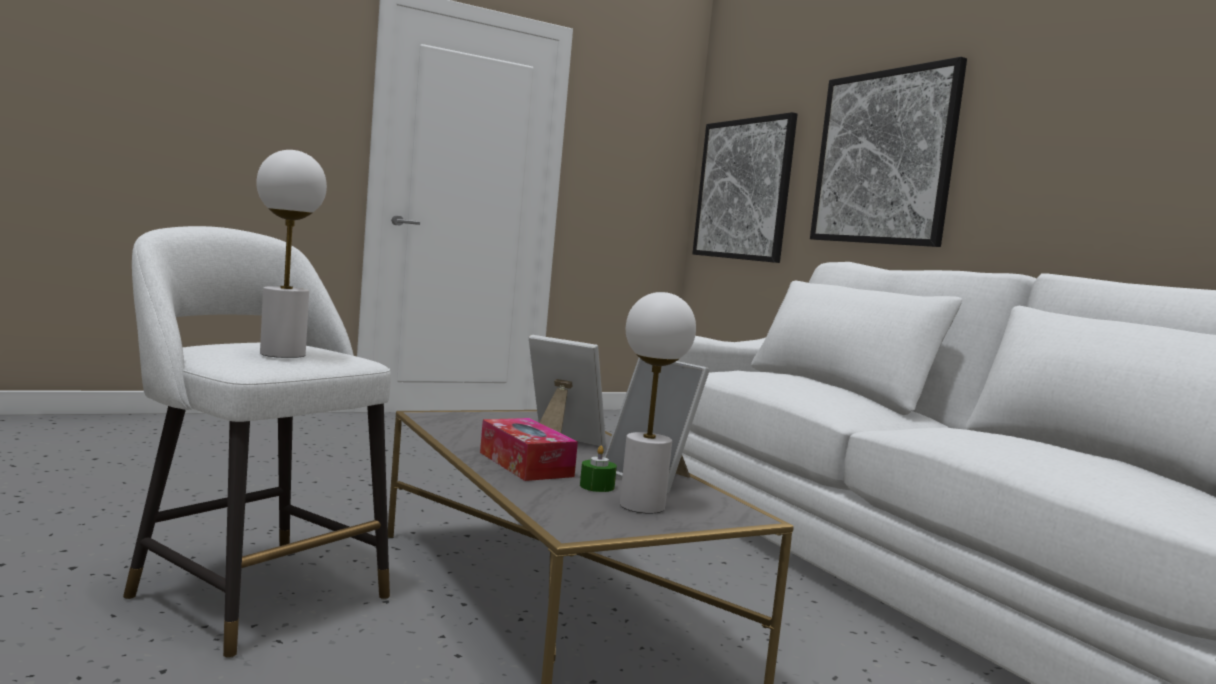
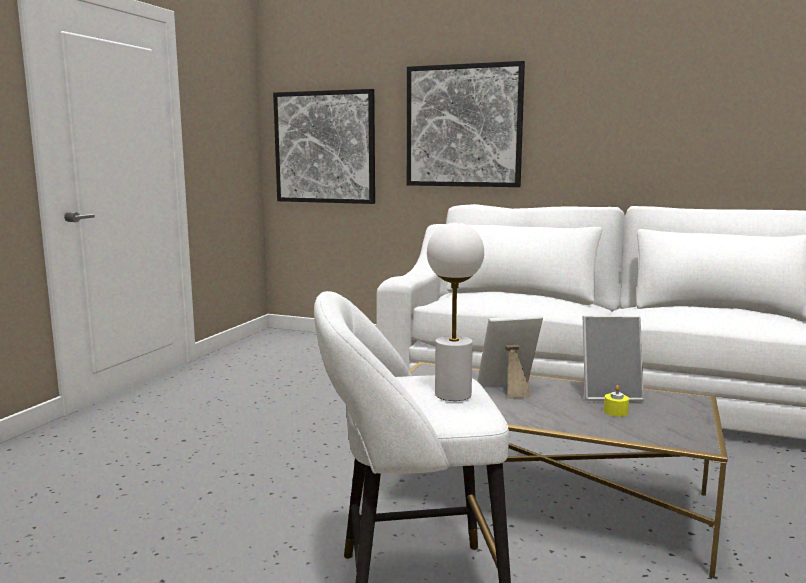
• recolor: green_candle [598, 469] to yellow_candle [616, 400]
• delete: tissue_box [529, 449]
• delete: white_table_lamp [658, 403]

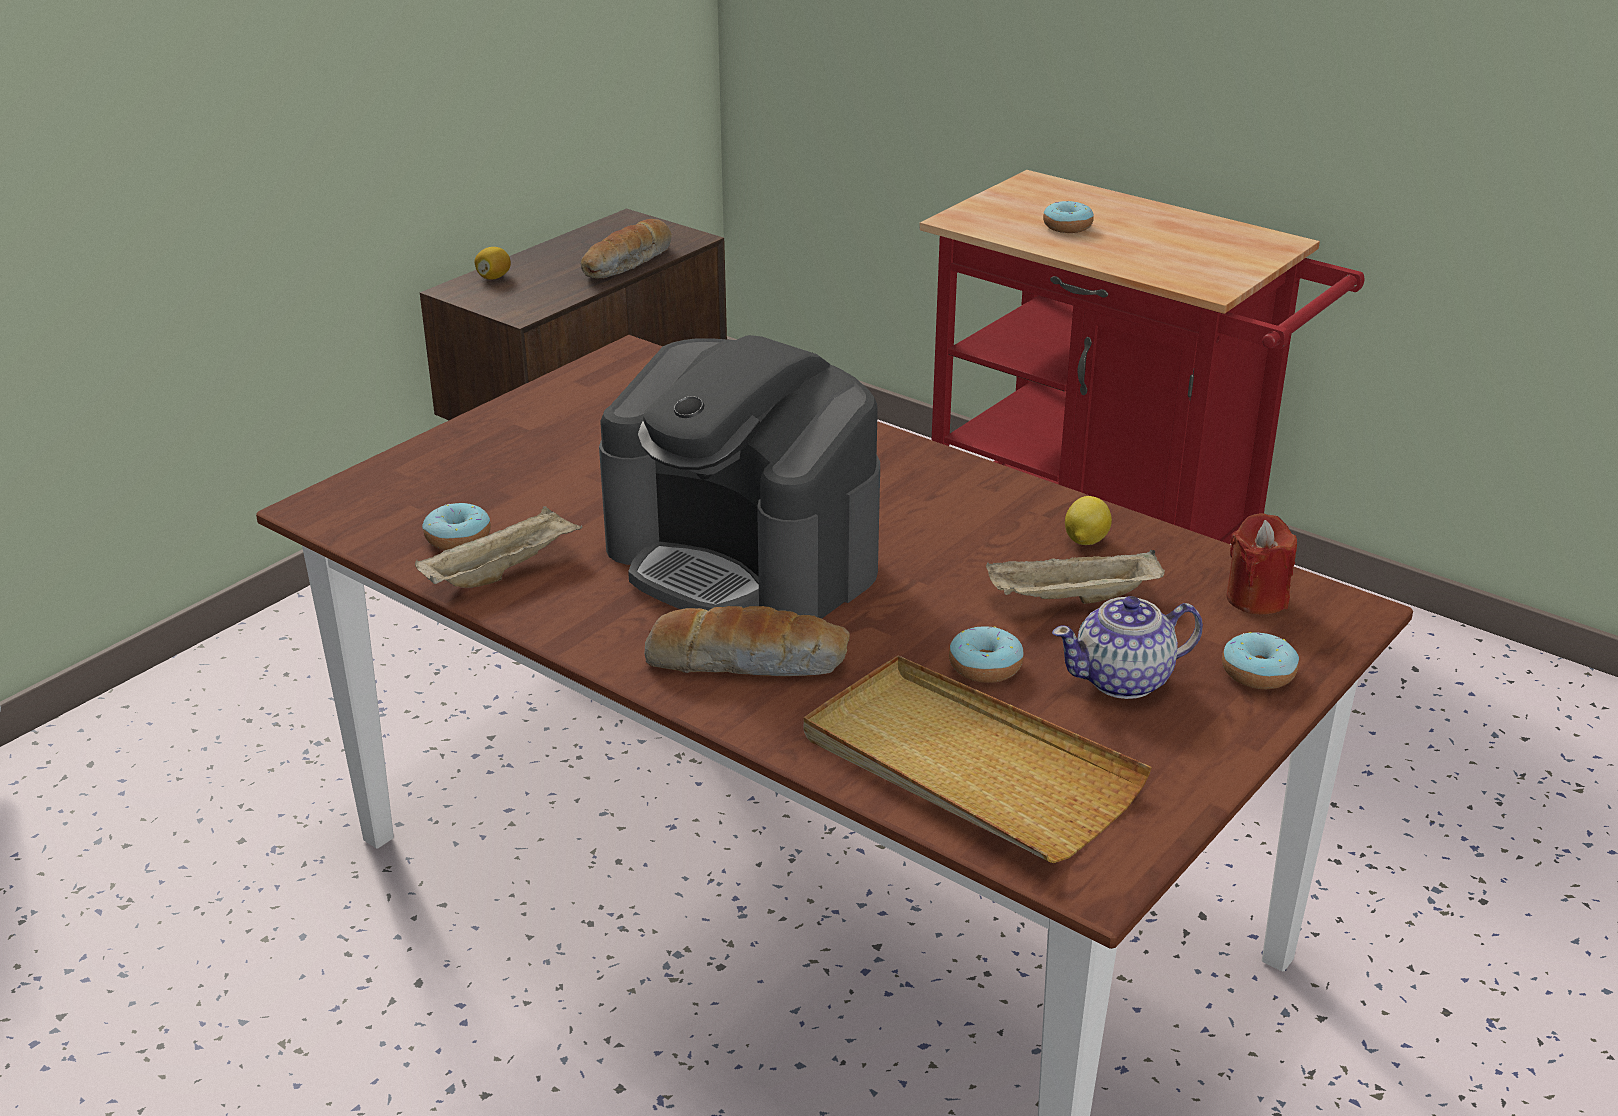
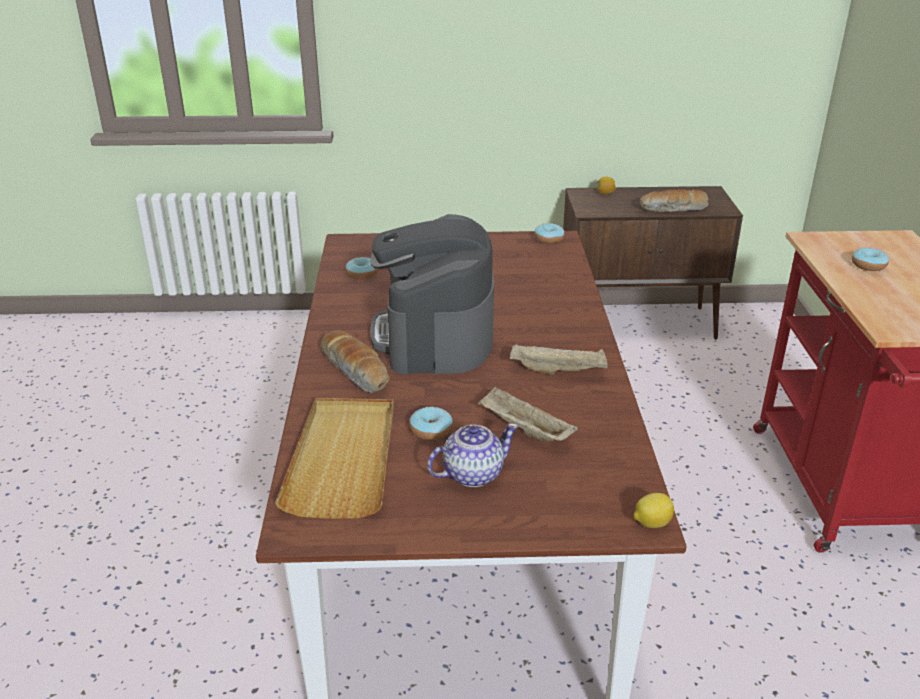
• rotate: teapot [1127, 647] = [472, 455] 120 degrees clockwise
• move: beige_tray [498, 547] to [559, 359]
• move: donut [1260, 660] to [549, 233]
• move: lemon [1088, 520] to [653, 510]
• delete: red_candle [1261, 563]

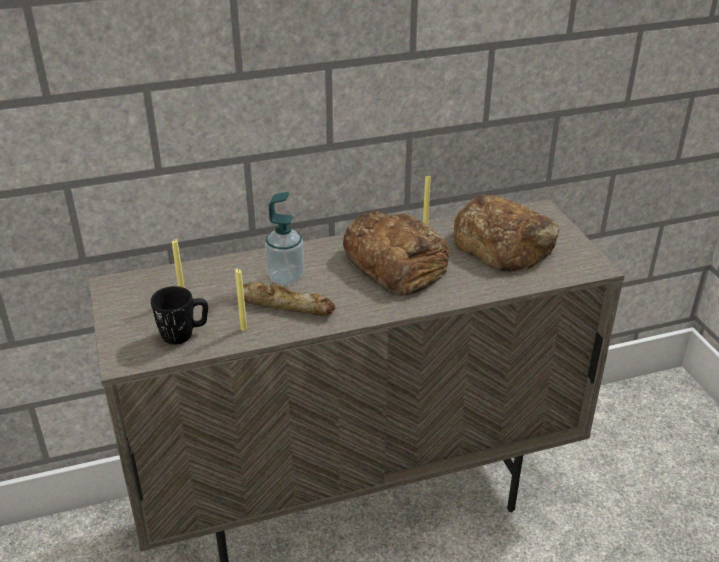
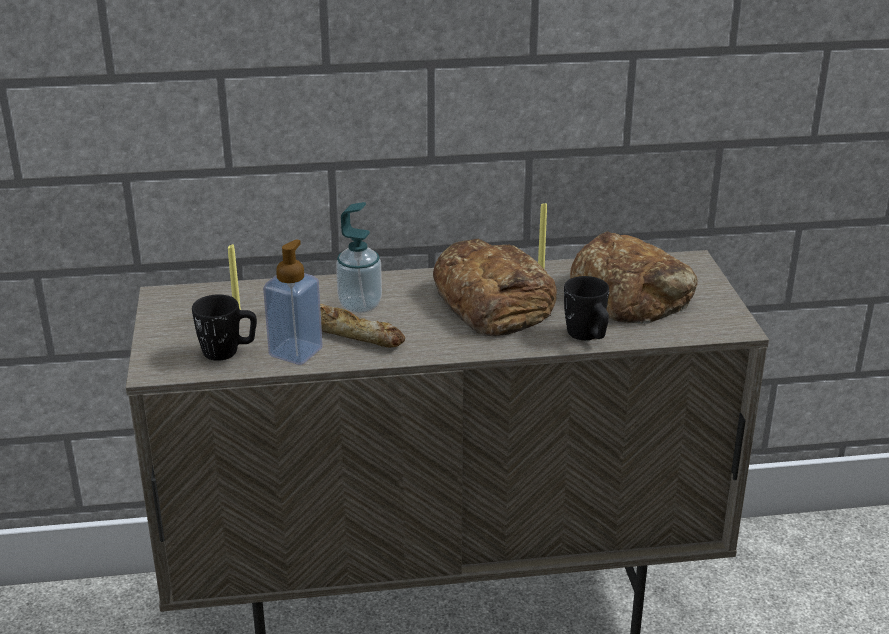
• replace: yellow_candle [241, 300] to soap_dispenser [293, 302]
• insert: black_mug [586, 308]

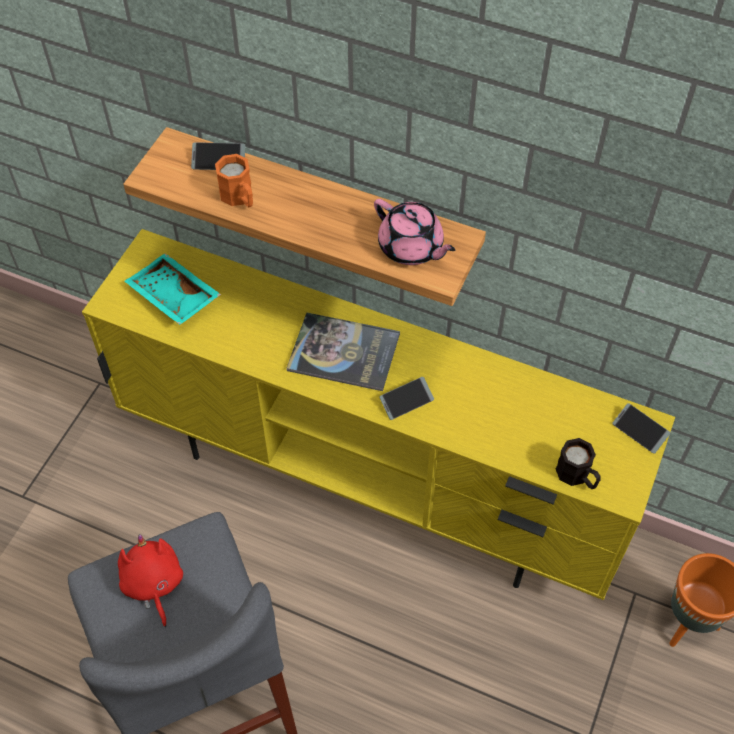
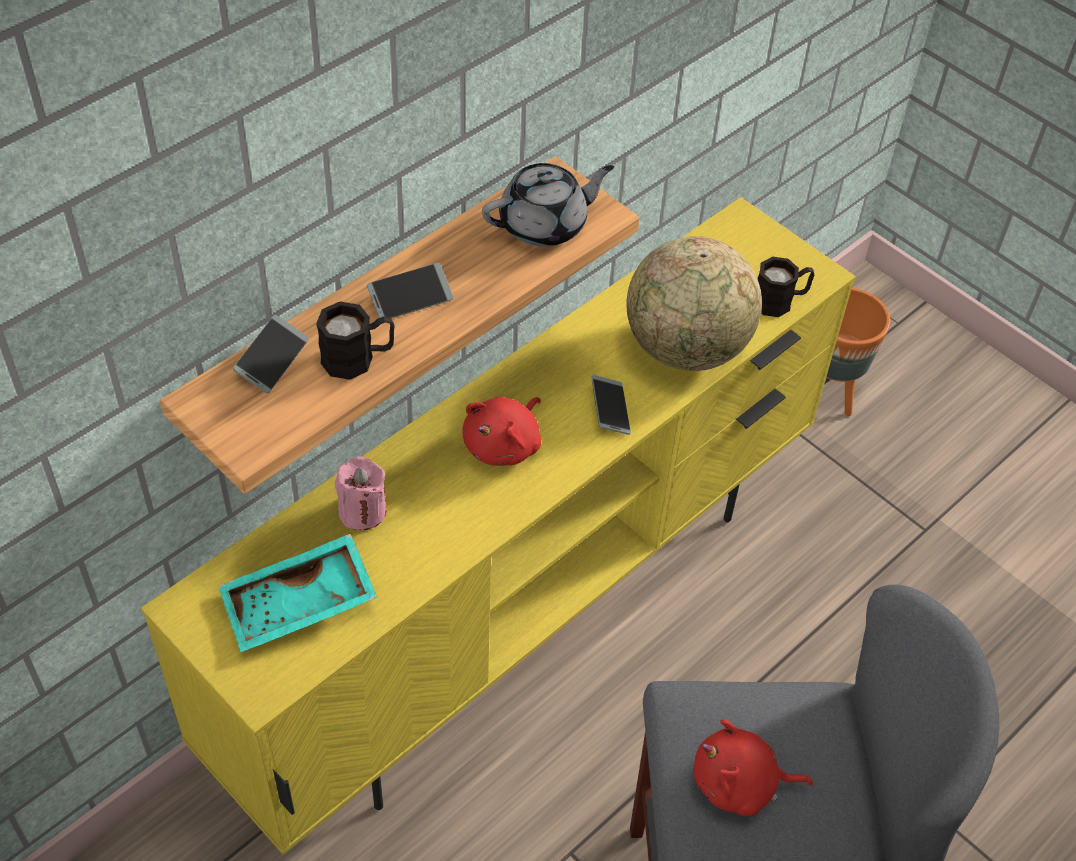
• recolor: orange_mug [234, 180] to black_mug [355, 340]
• insert: pink_candle [360, 493]
• move: phone [641, 428] to [410, 291]
• replace: book [343, 352] to red_plush_toy [501, 431]
• recolor: pink_teapot [414, 232] to grey_teapot [548, 205]
• insert: globe [694, 303]

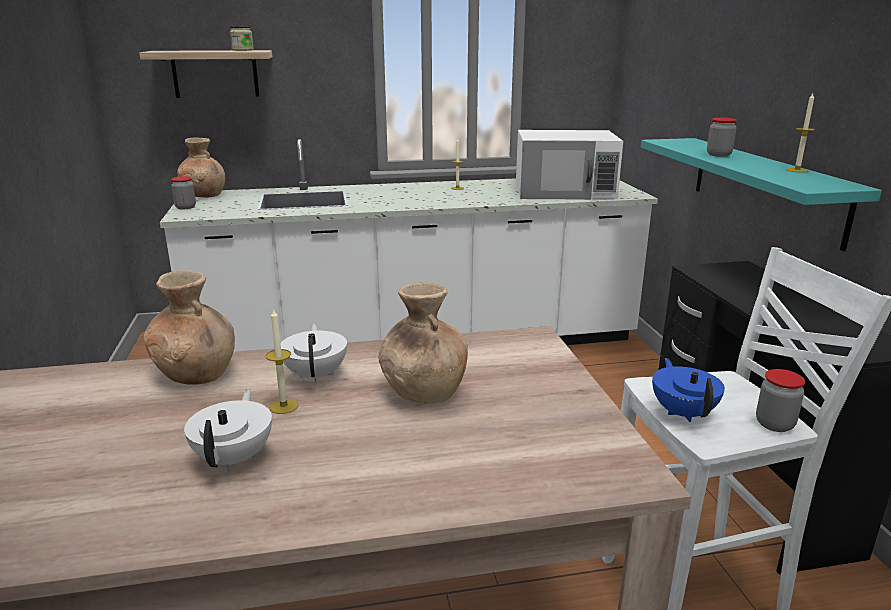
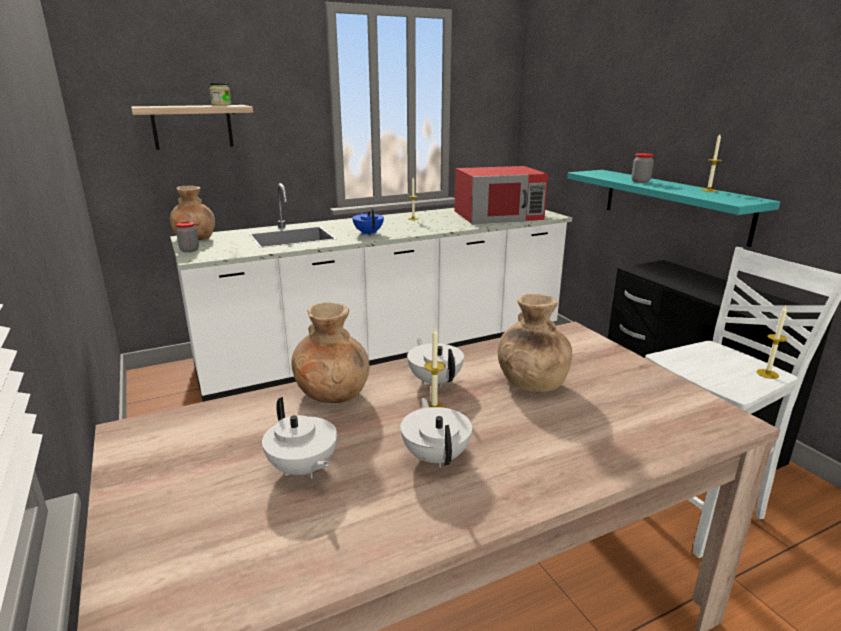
• insert: white_teapot [299, 438]
• move: blue_teapot [688, 390] to [368, 222]
• recolor: white_microwave [569, 165] to red_microwave [501, 195]
• replace: jar [780, 400] to candle [771, 342]

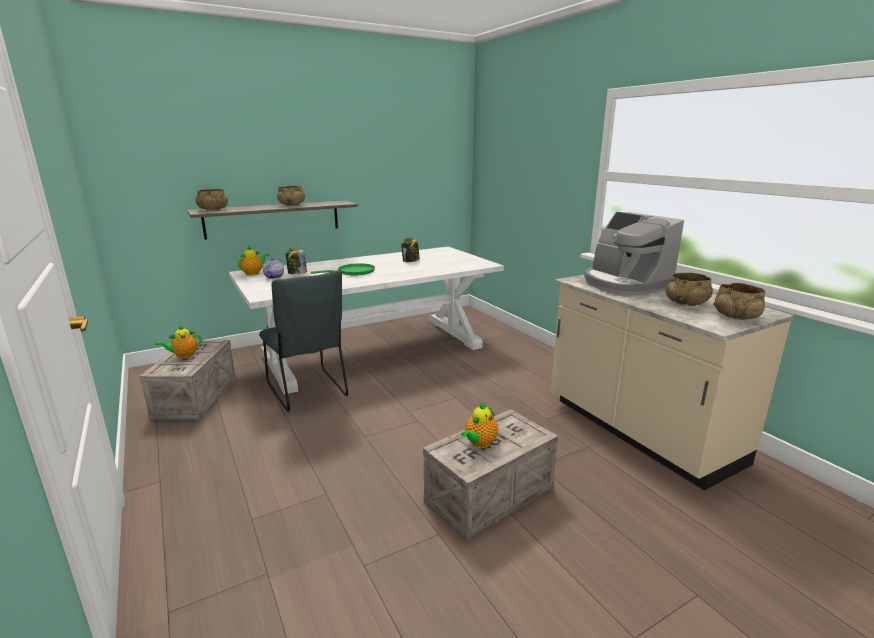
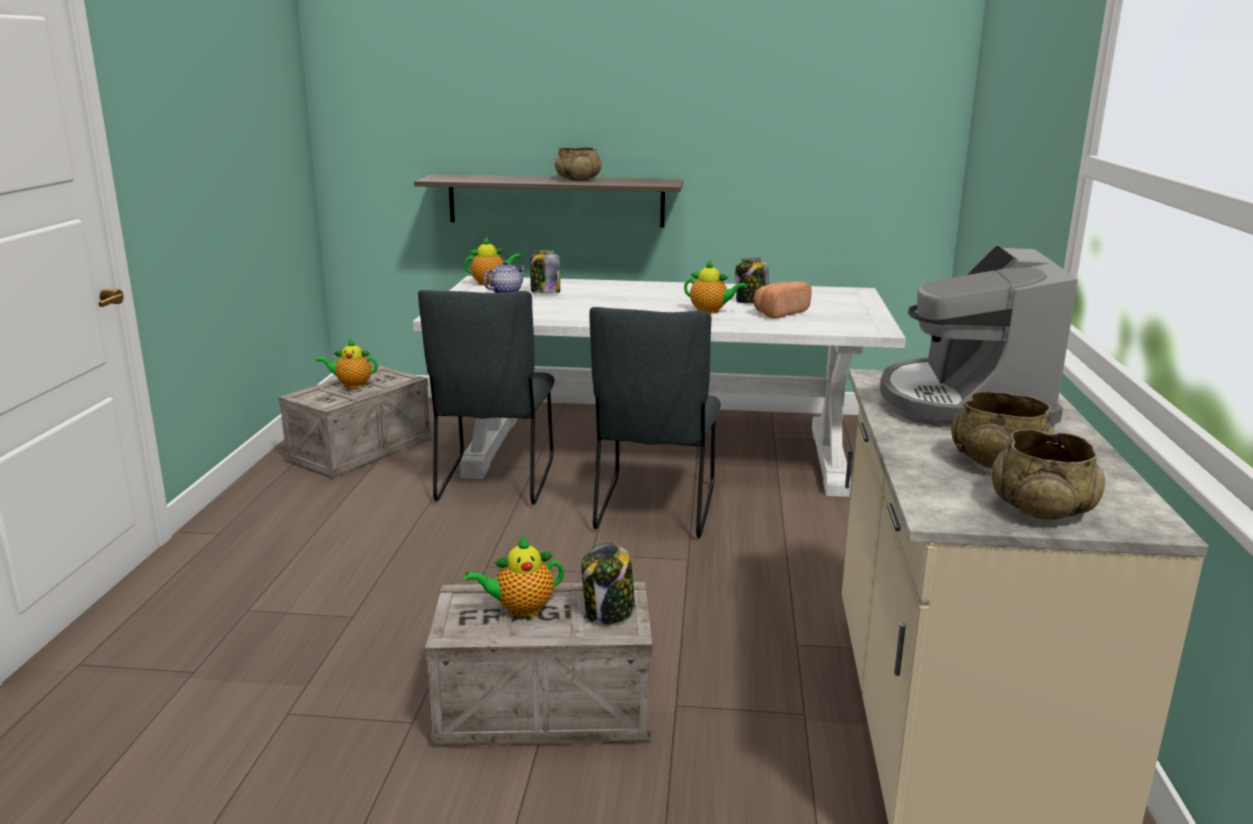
• insert: jar [608, 584]
• insert: grey_chair [655, 422]
• insert: teapot [715, 287]
• insert: bread [783, 299]
• delete: beige_bowl [211, 200]
• delete: green_frying_pan [343, 269]

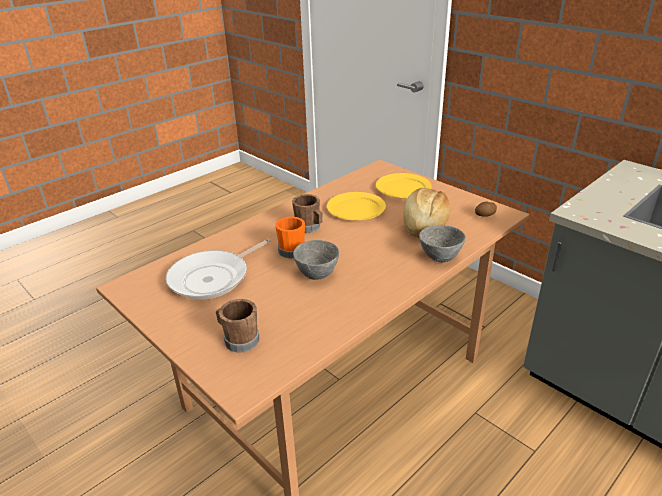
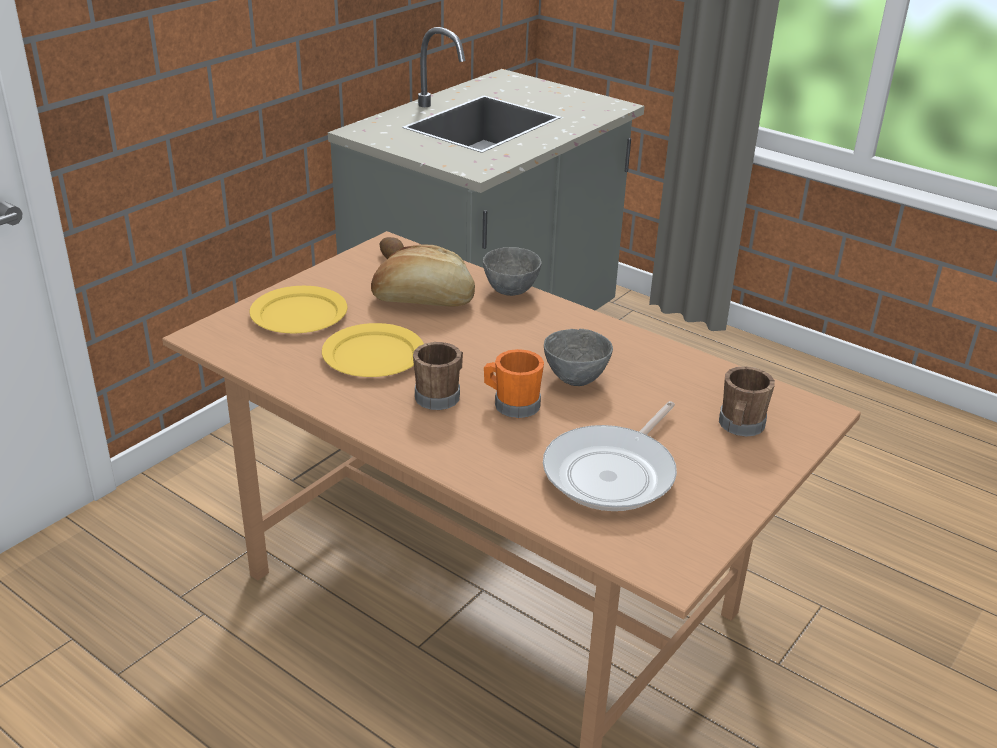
• rotate: frying_pan [218, 269] = [610, 456] 90 degrees clockwise

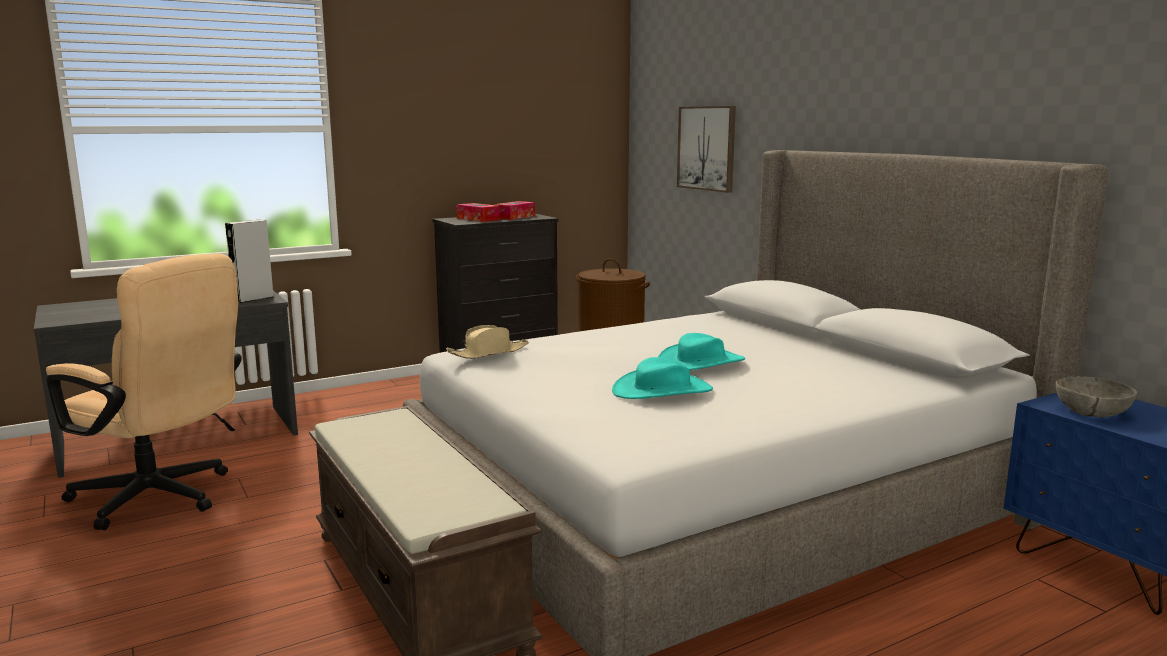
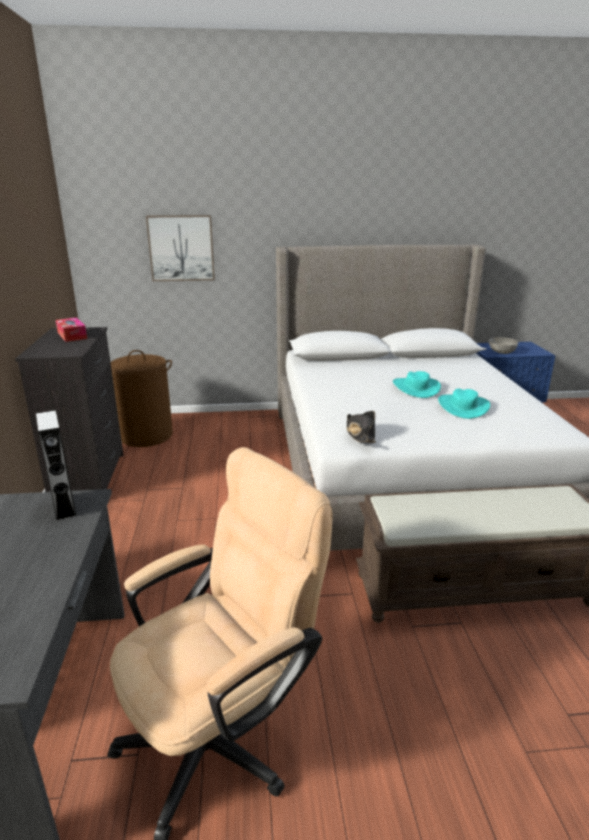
• recolor: beige_hat [487, 342] to black_hat [361, 427]
• delete: tissue_box [478, 212]

